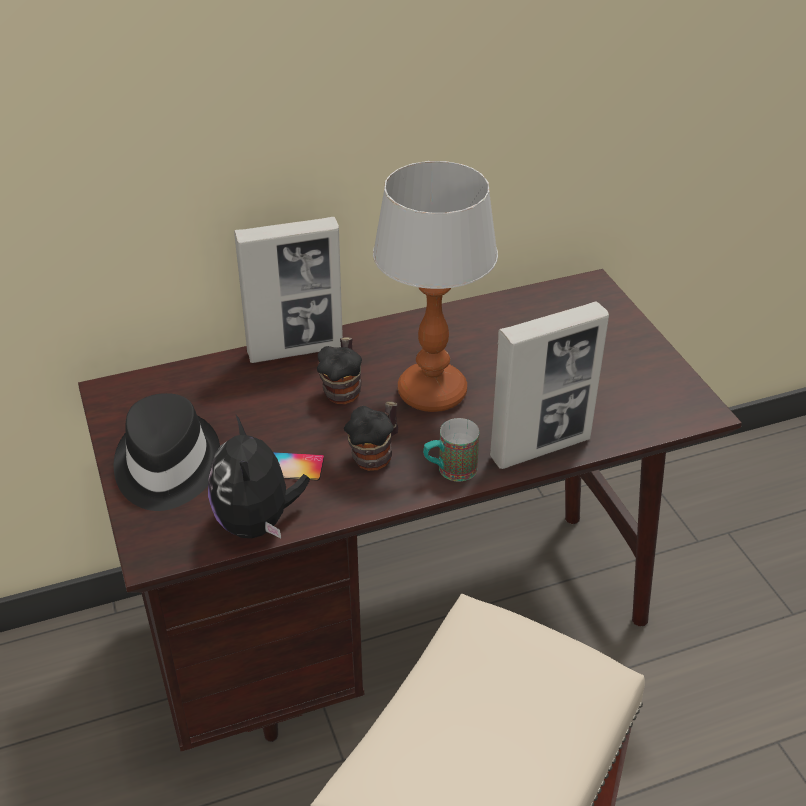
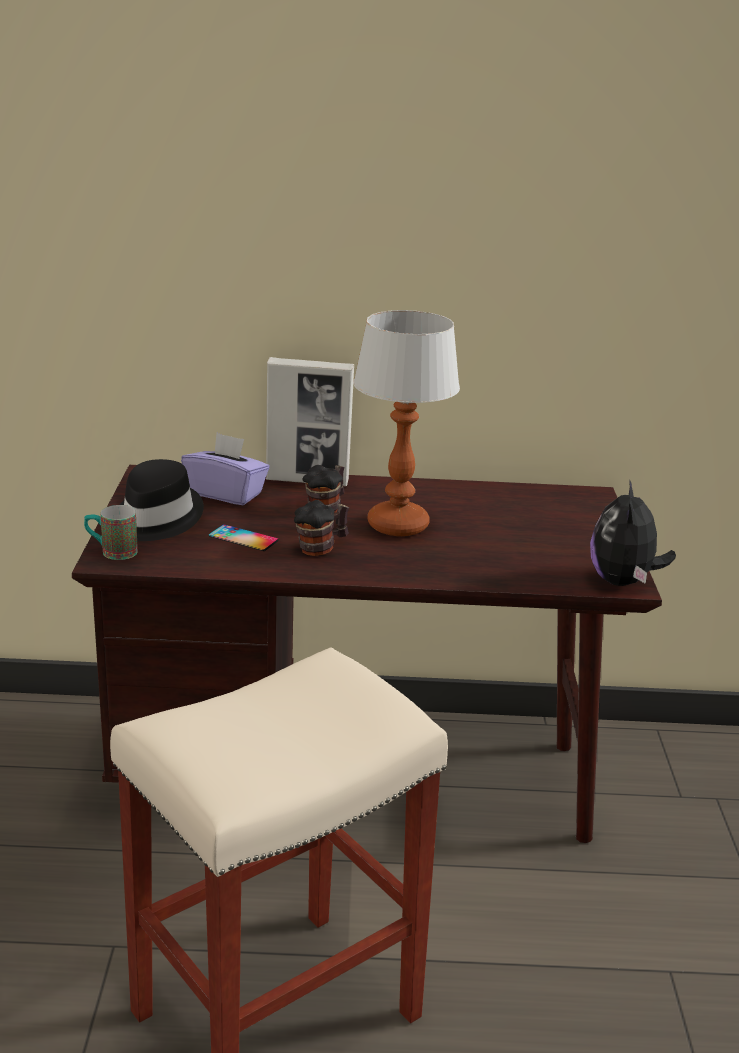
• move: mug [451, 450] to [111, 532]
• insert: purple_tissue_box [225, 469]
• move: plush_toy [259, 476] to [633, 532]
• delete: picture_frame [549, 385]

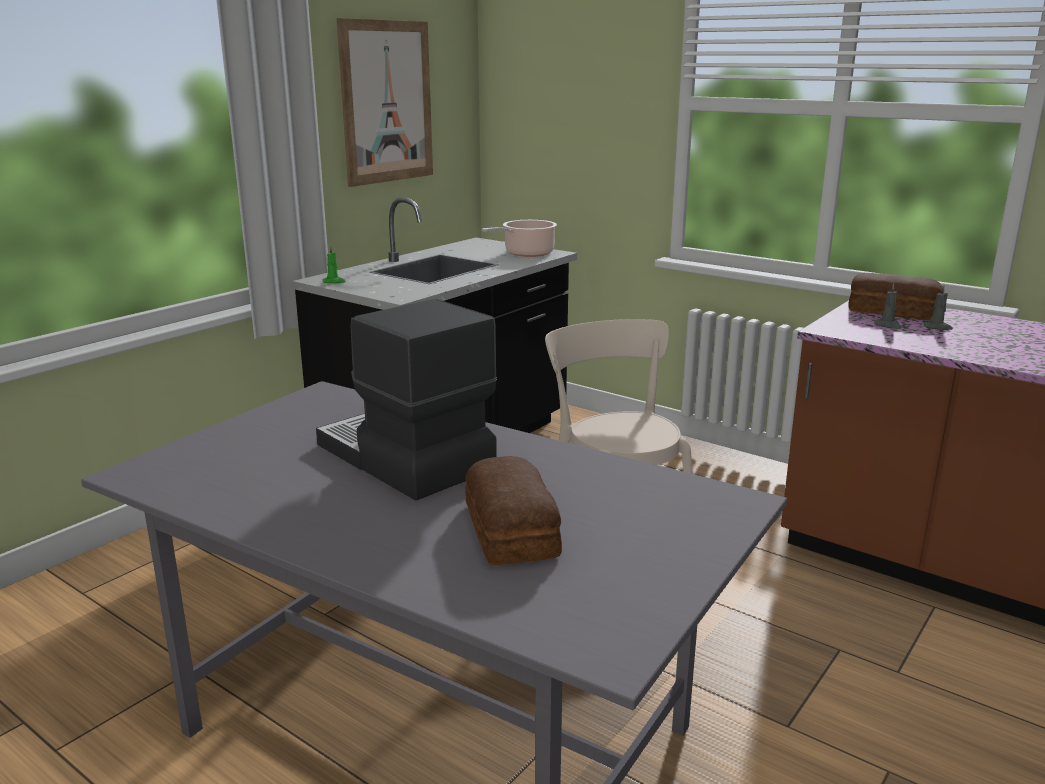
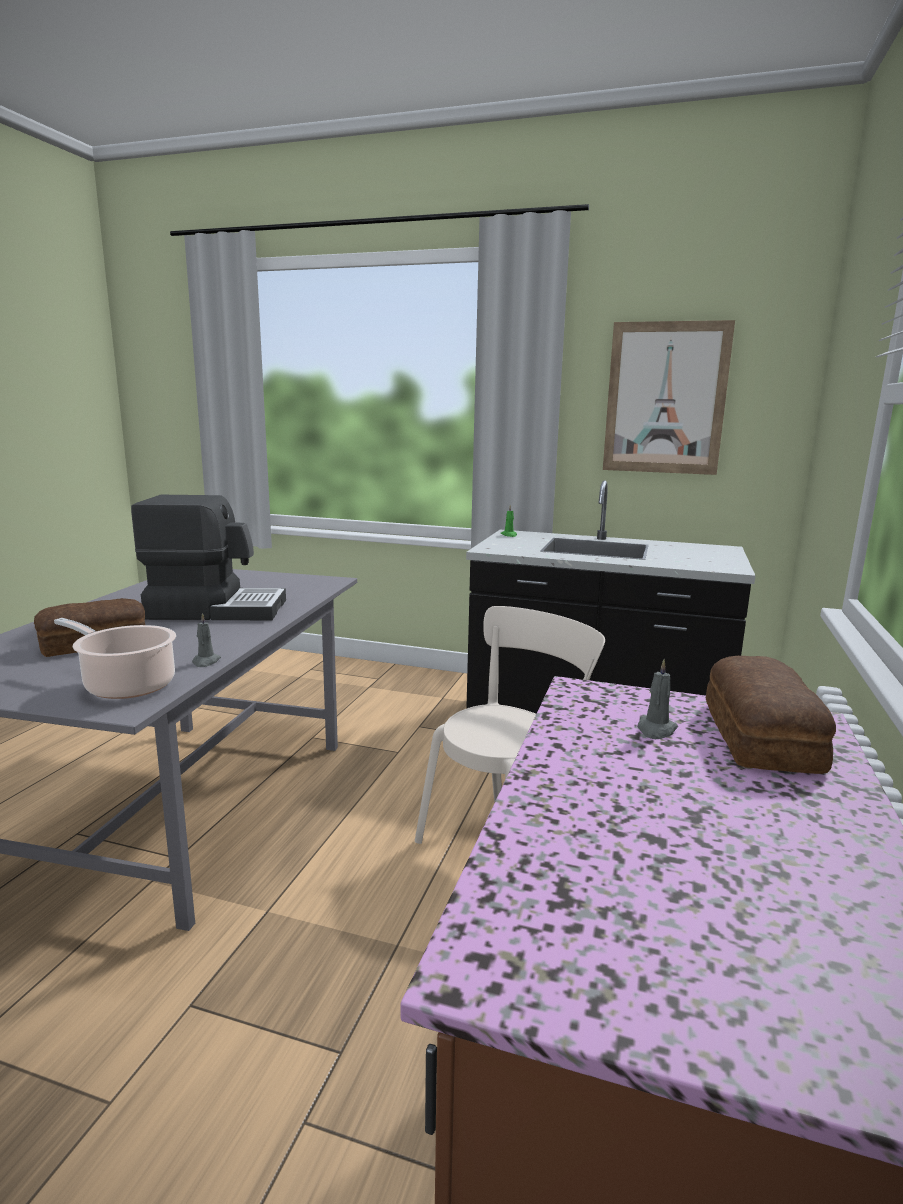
• move: cooking_pot [519, 238] to [115, 658]
• rotate: coffee_machine [406, 400] = [208, 557] 60 degrees clockwise
• move: grey_candle [938, 307] to [206, 640]

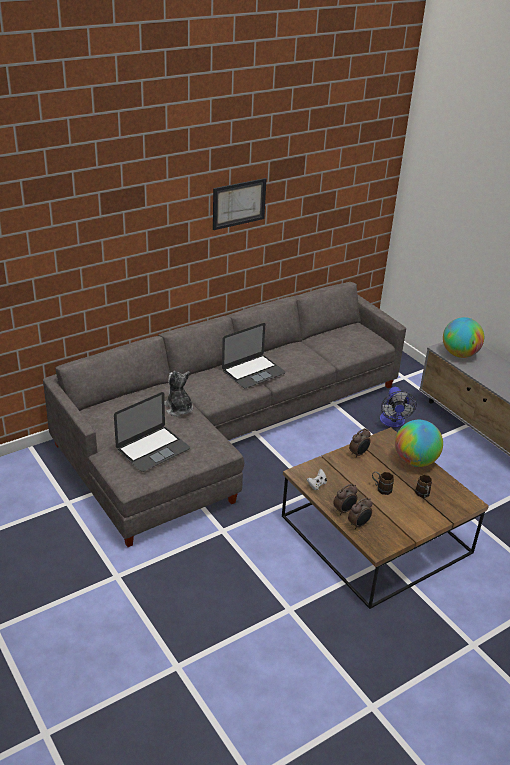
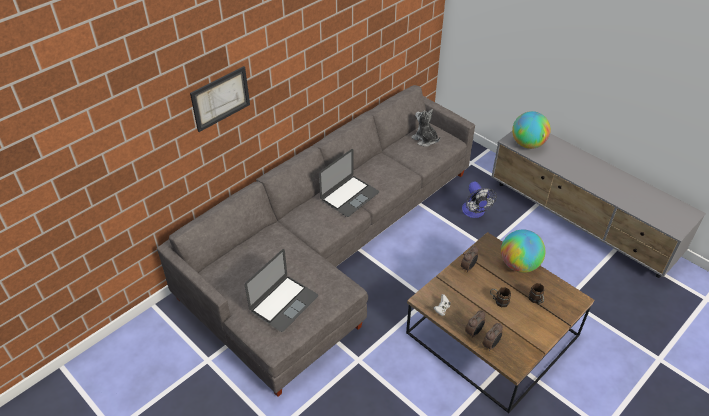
• move: picture [239, 204] to [220, 99]
• move: plush_toy [179, 393] to [425, 128]

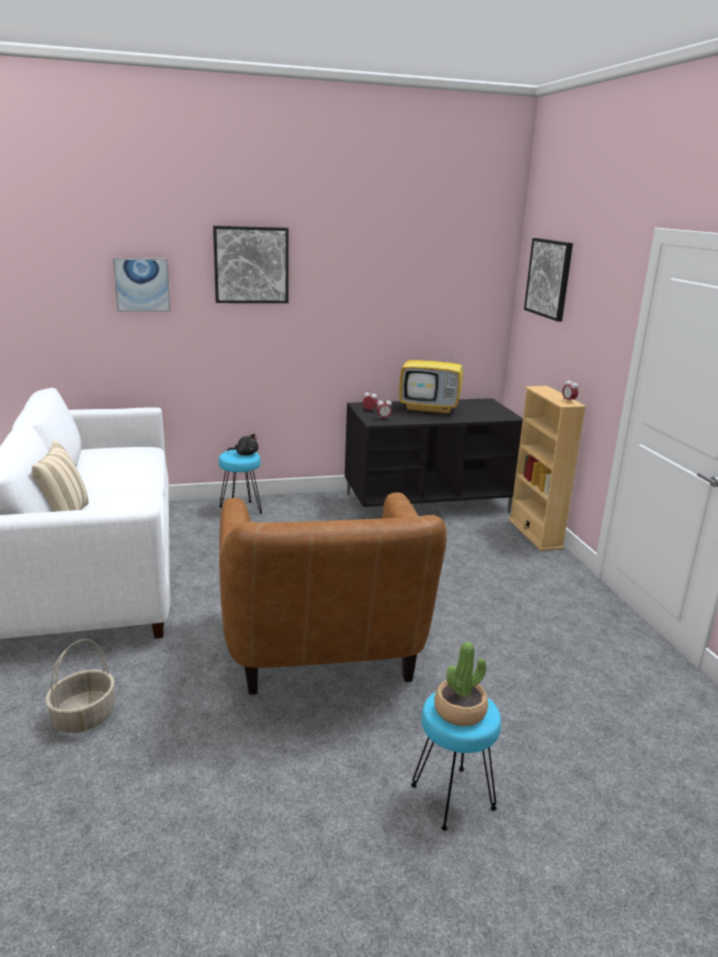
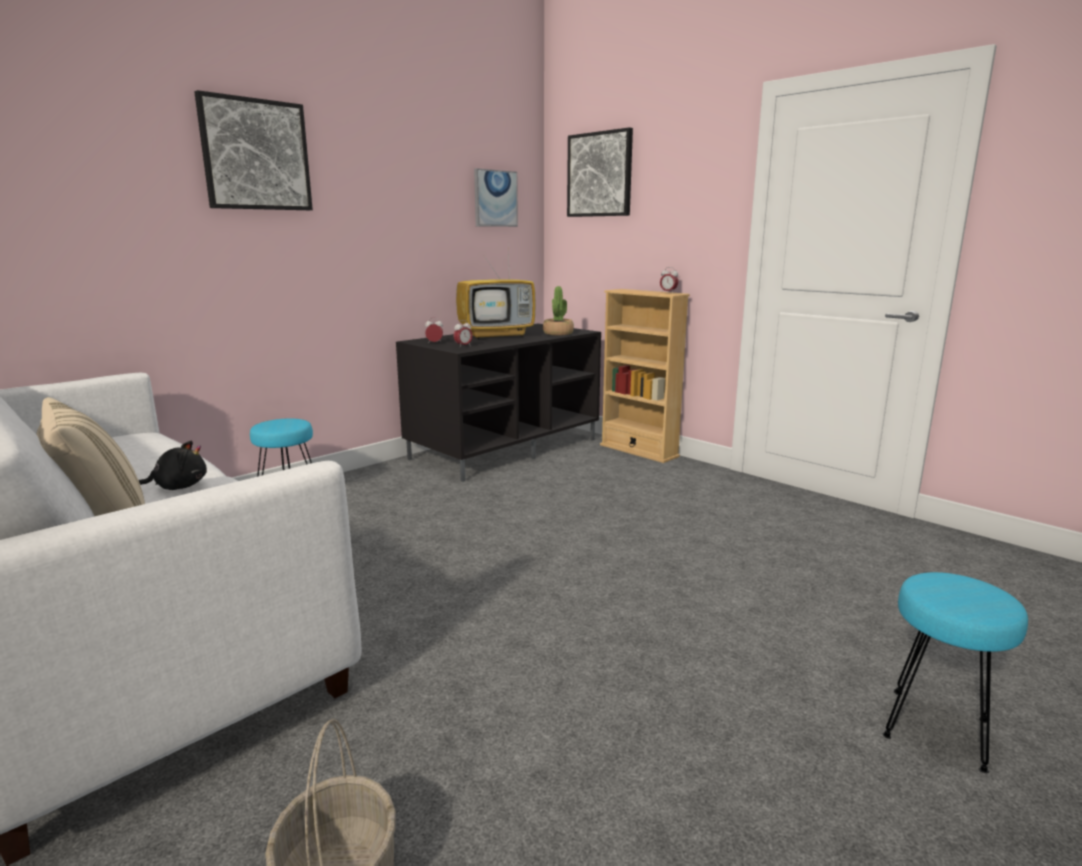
• move: black_plush_toy [243, 444] to [173, 465]
• move: picture [142, 285] to [496, 197]
• move: potted_plant [461, 683] to [558, 310]
• delete: brown_armchair [333, 594]

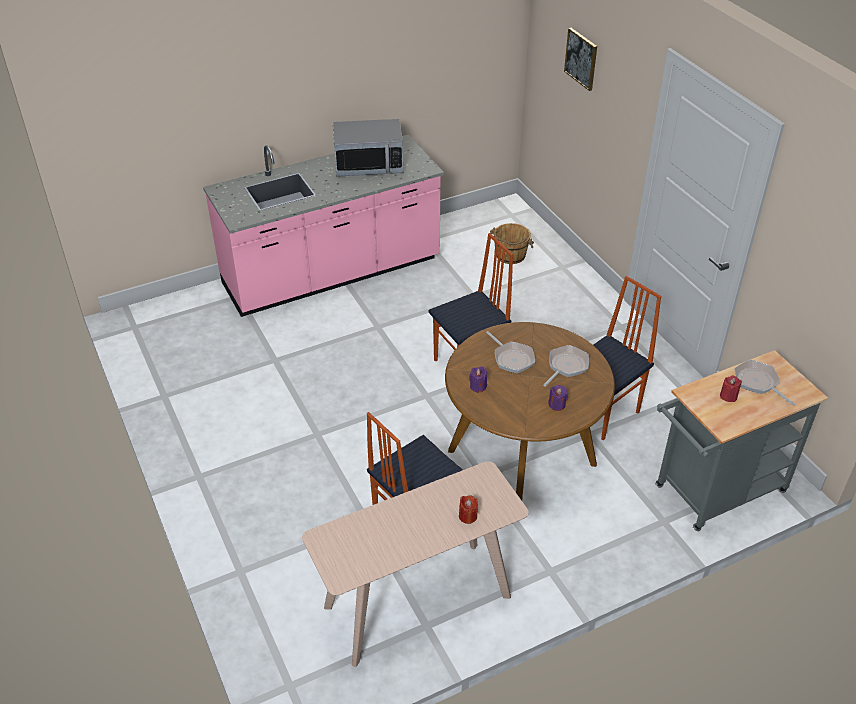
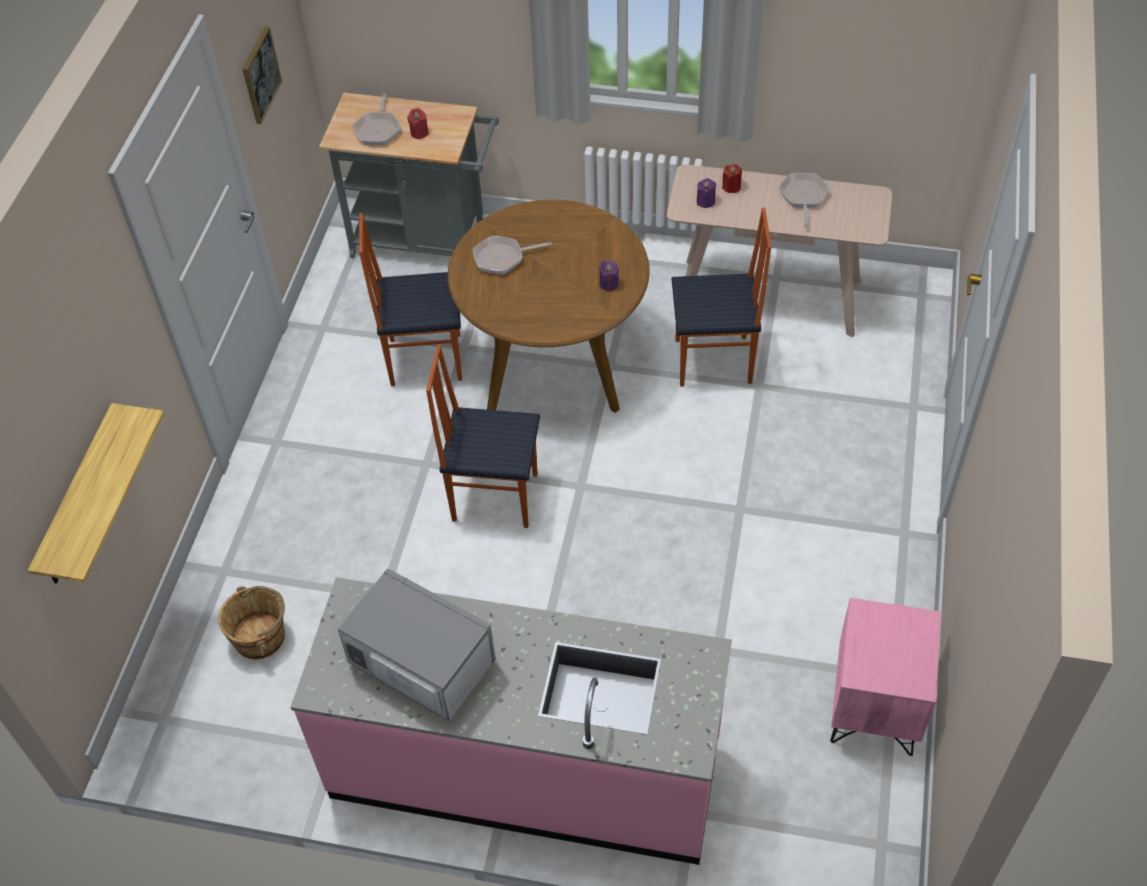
• insert: shelf [96, 493]
• move: picture [580, 59] to [262, 75]
• move: purple_candle [558, 398] to [706, 193]
• move: frying_pan [510, 352] to [804, 200]
• insert: pink_nightstand [885, 677]

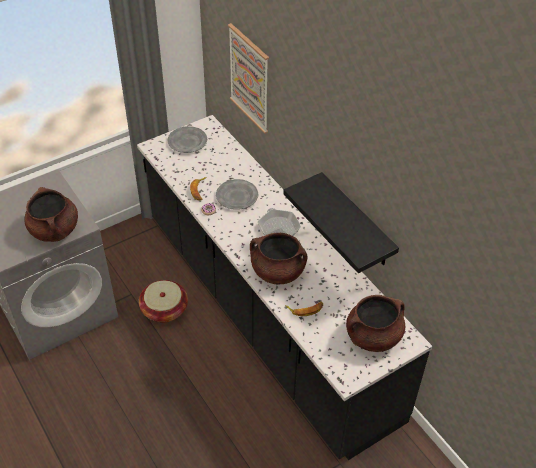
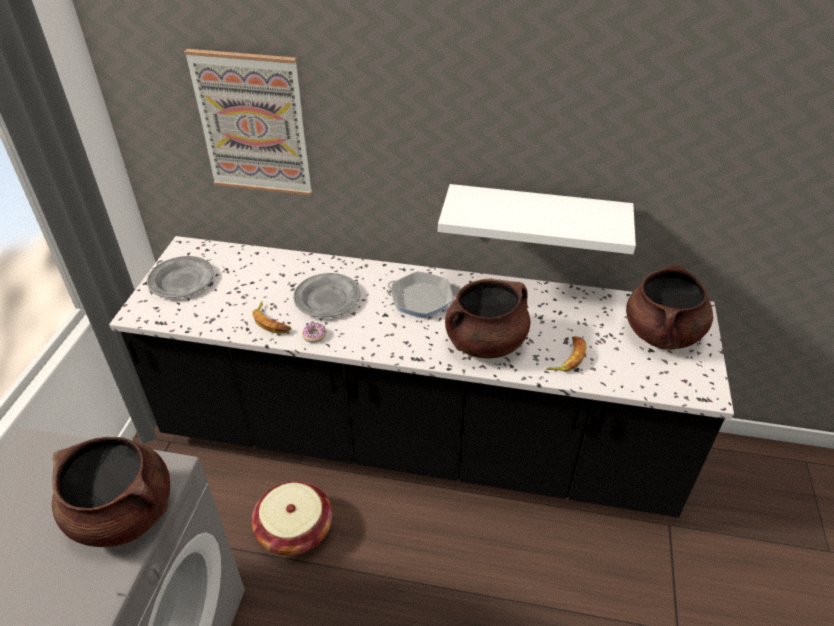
• recolor: black_shelf [341, 222] to white_shelf [537, 219]

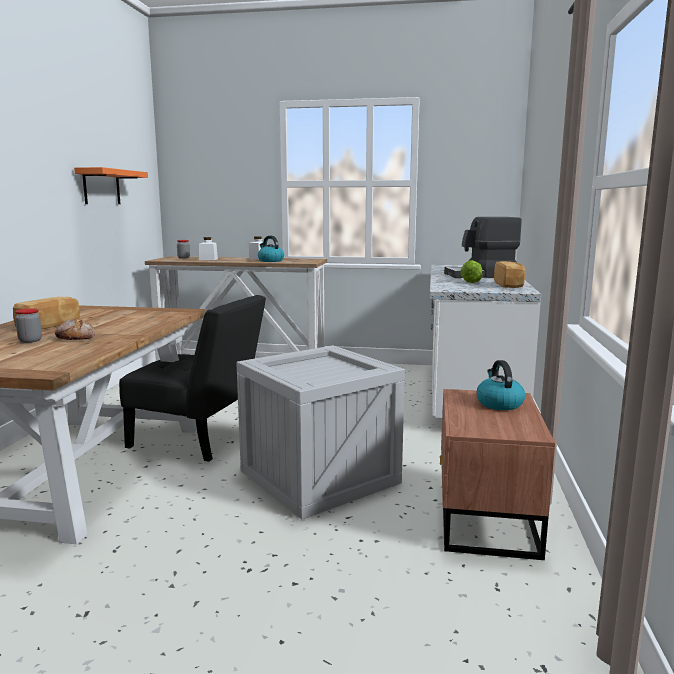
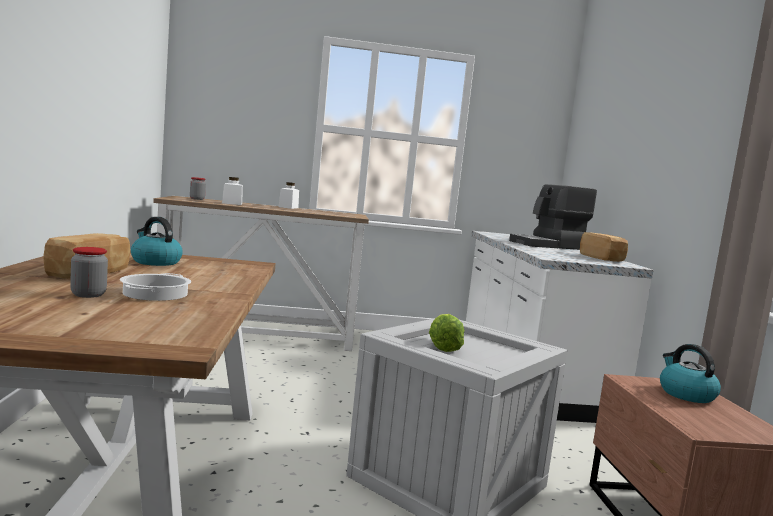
• replace: bread [75, 329] to cooking_pot [155, 287]
• move: kettle [271, 249] to [157, 241]
• move: lettuce [471, 271] to [446, 333]
• delete: orange_shelf [111, 185]
• delete: black_chair [192, 378]

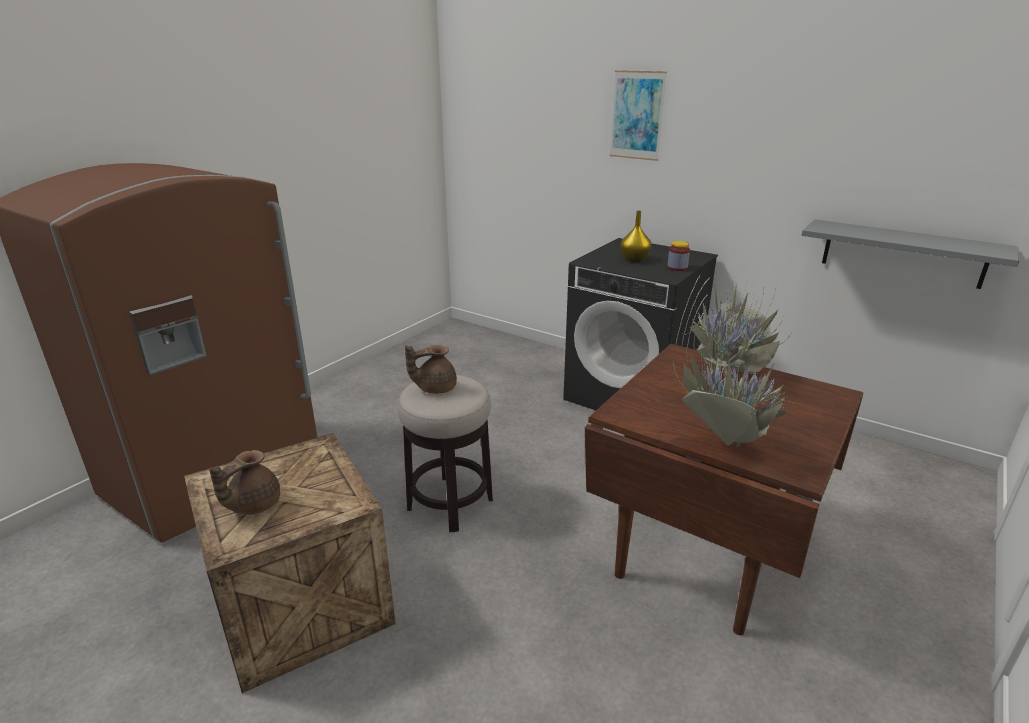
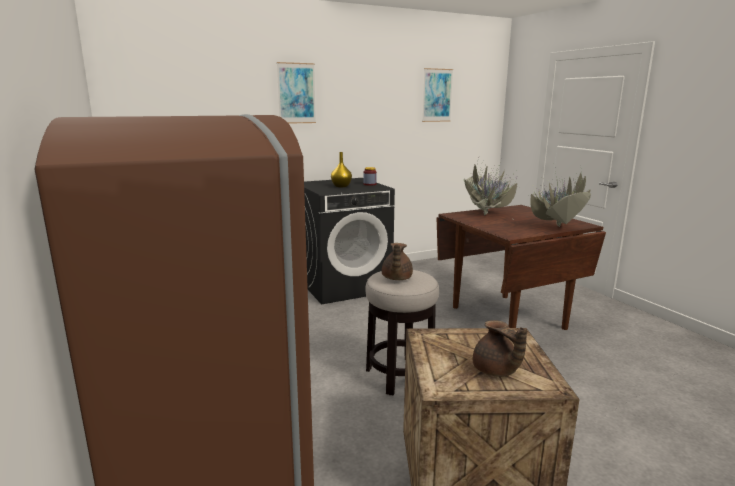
• insert: picture [437, 95]
• delete: grey_shelf [910, 254]

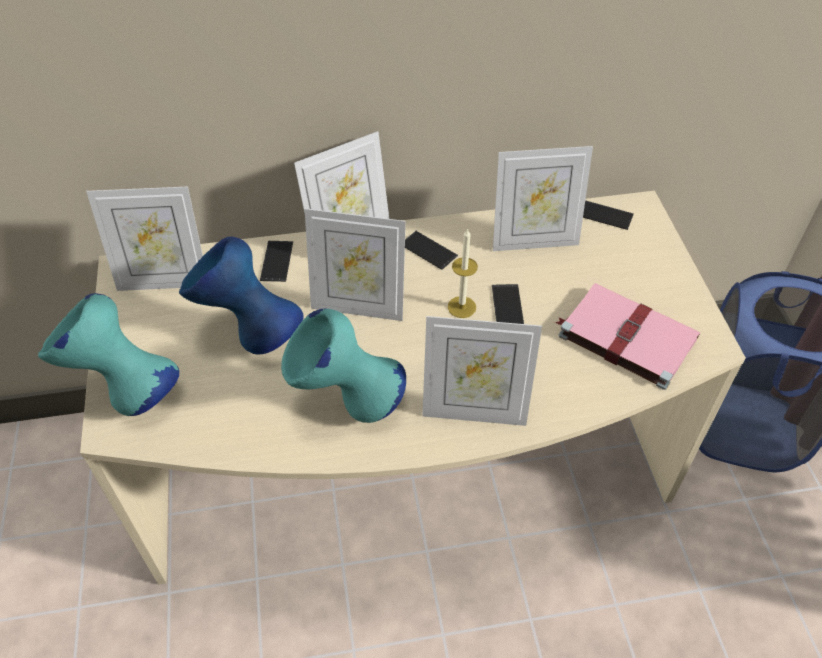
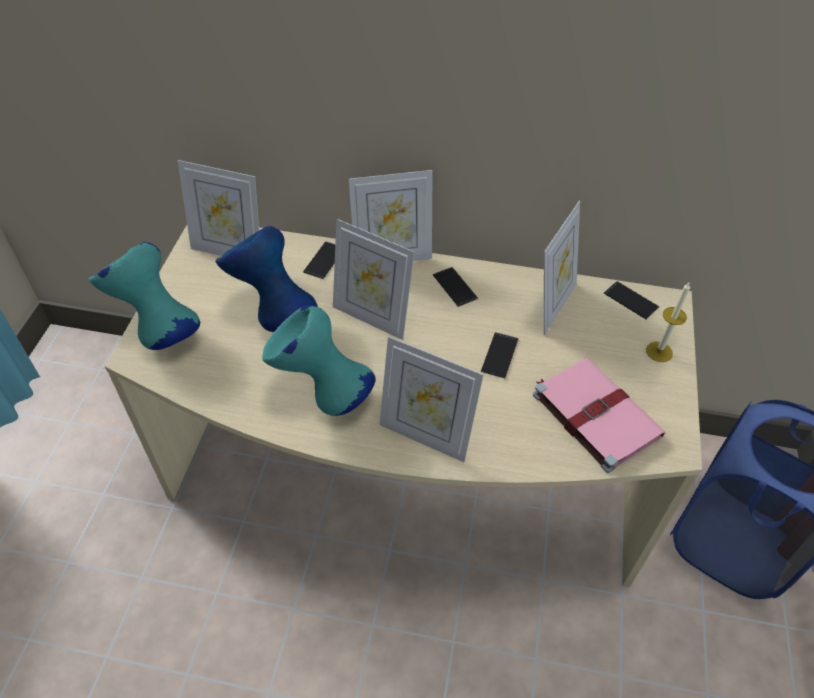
• rotate: picture_frame [543, 198] = [562, 268] 75 degrees counterclockwise
• move: candle [463, 273] to [668, 322]

